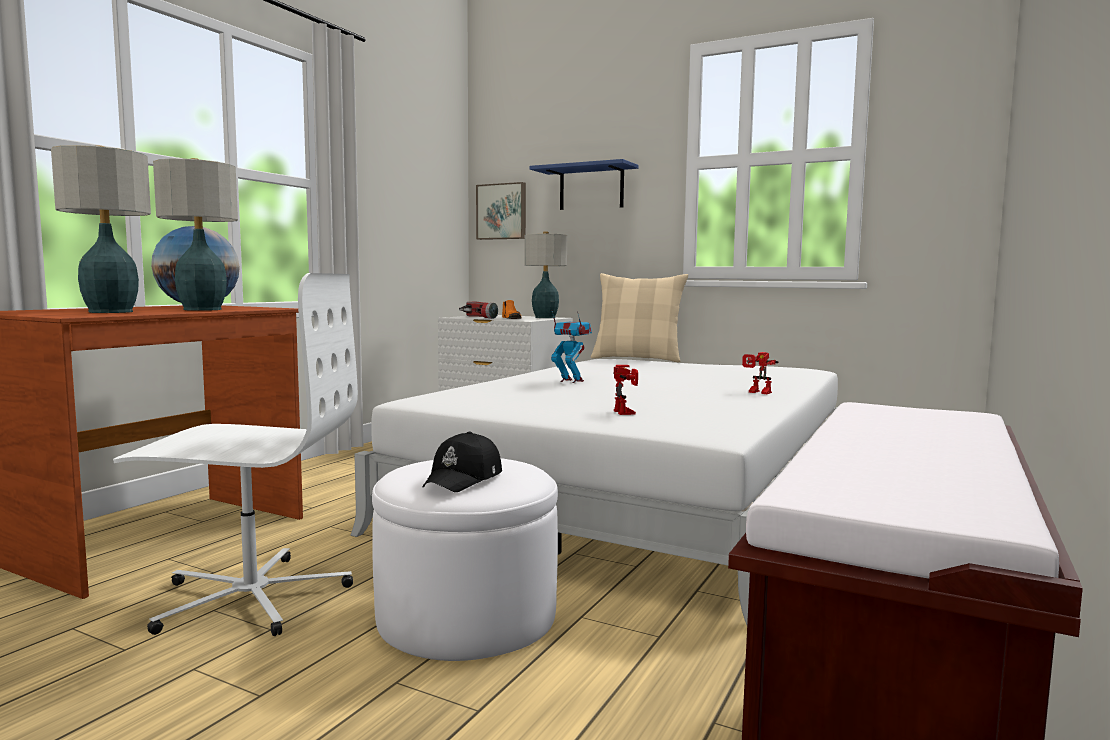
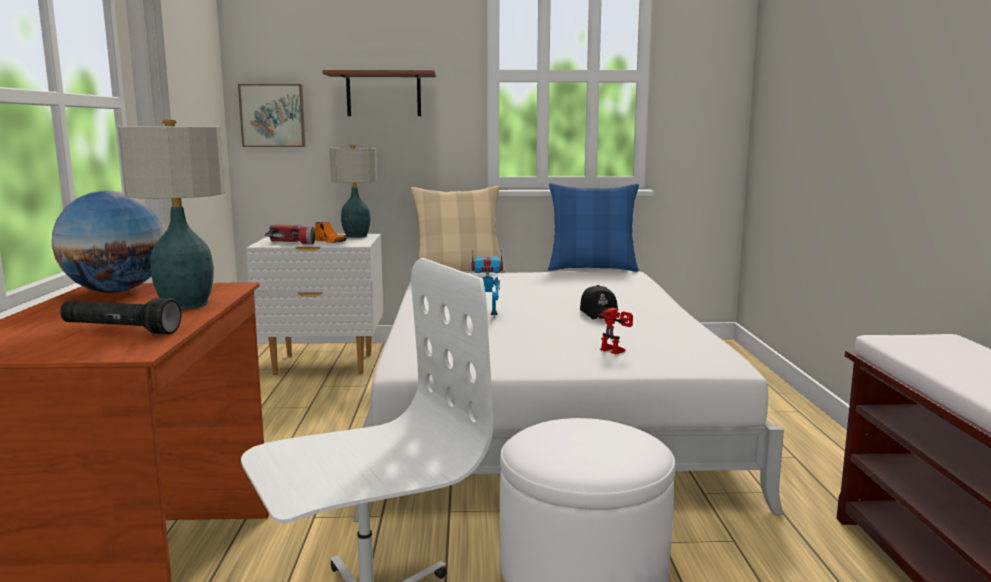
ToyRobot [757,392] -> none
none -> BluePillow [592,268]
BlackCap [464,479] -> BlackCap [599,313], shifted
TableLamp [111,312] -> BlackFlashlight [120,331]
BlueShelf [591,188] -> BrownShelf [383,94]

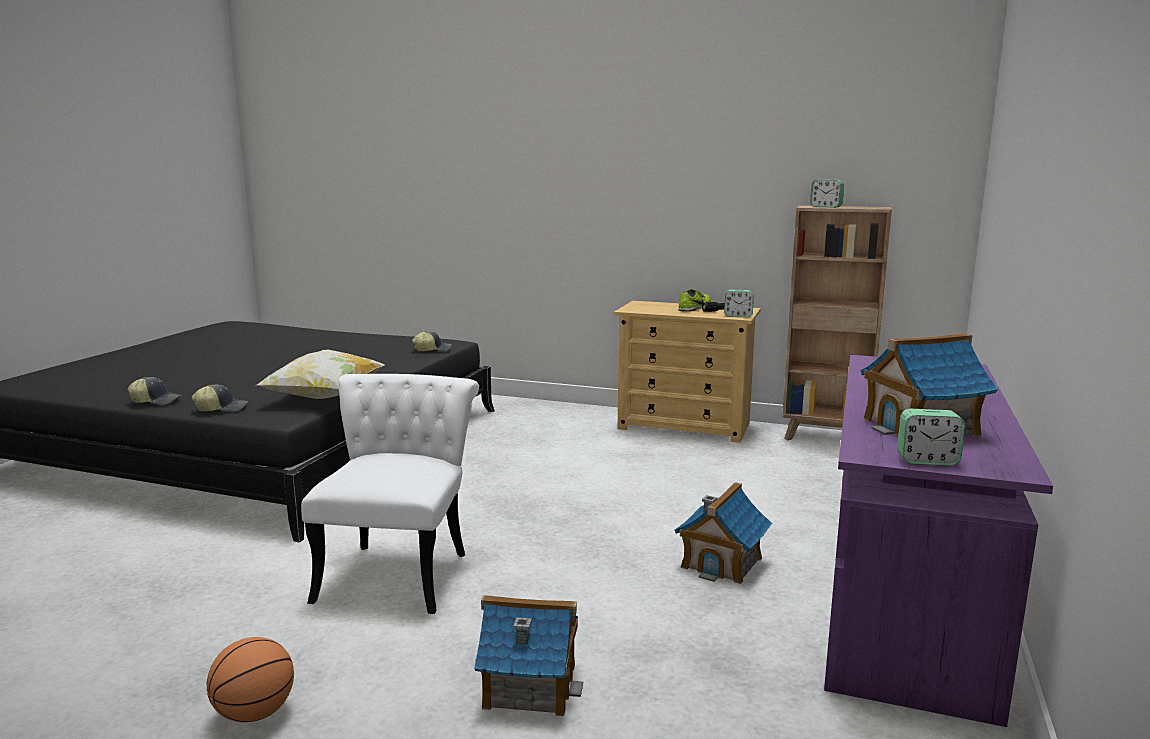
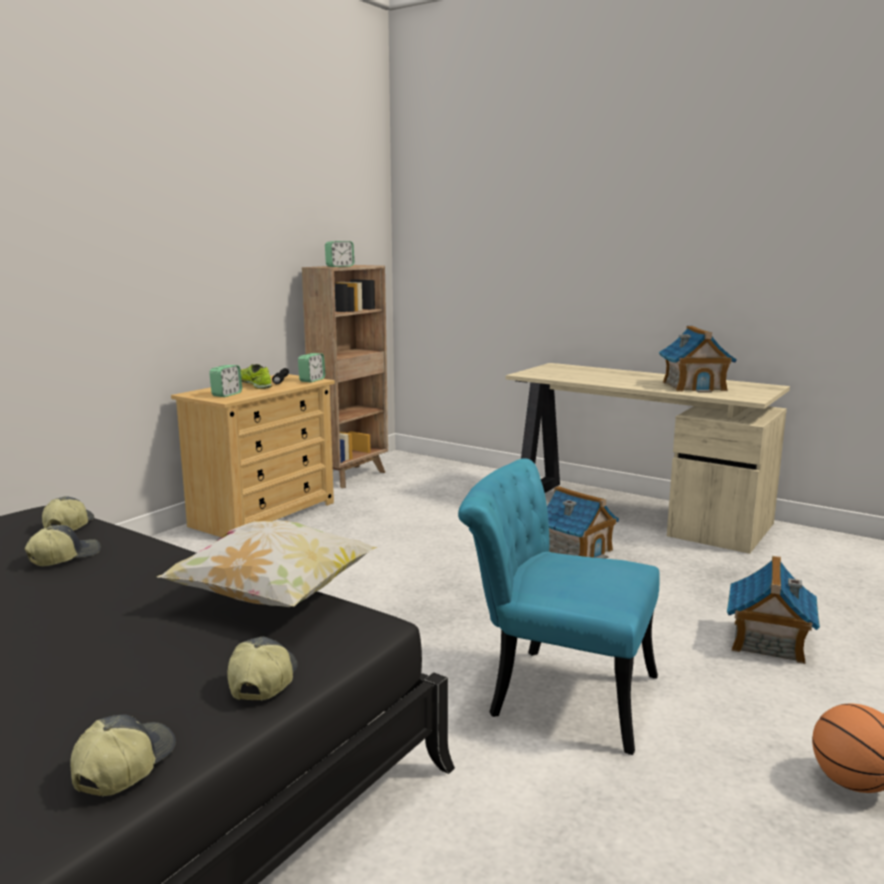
none -> Cap [64,557]
AlarmClock [927,461] -> AlarmClock [226,394], shifted
WhiteChair [399,569] -> TurquoiseChair [555,692]
PurpleDesk [906,595] -> BeigeDesk [634,512]

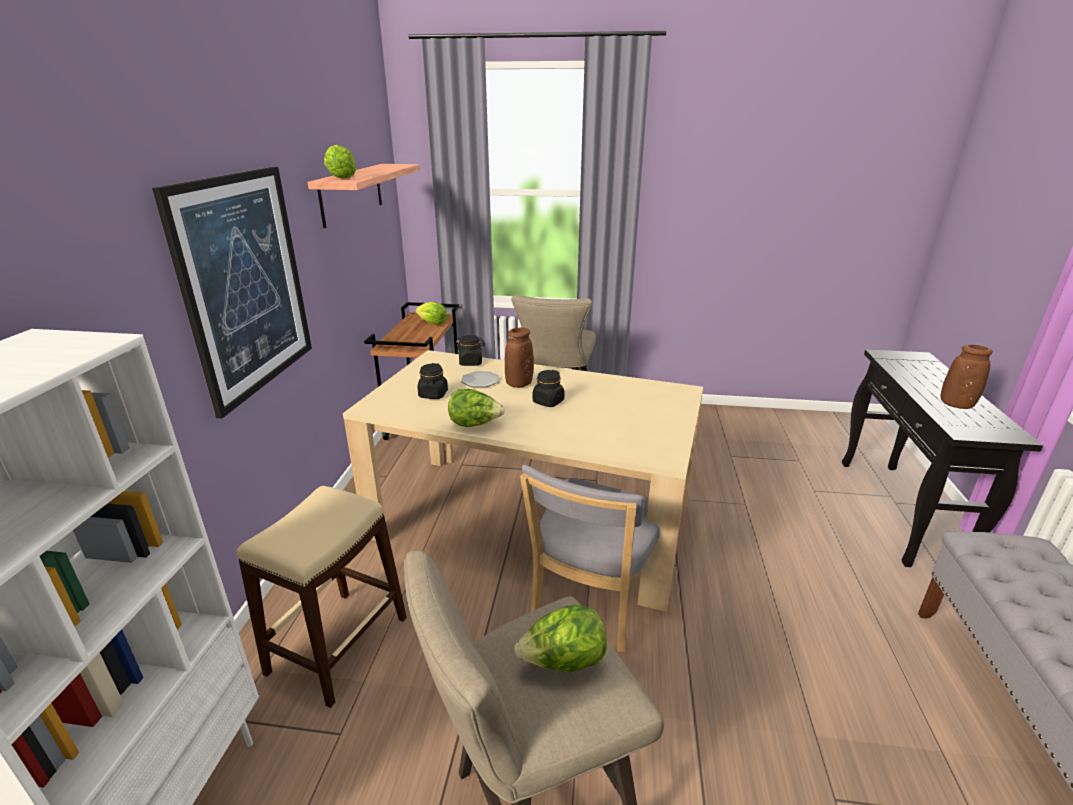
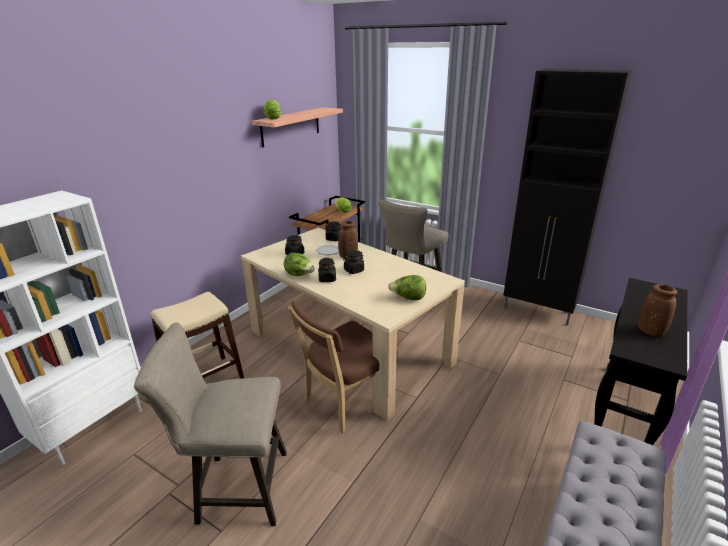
Picture [245,285] -> none
none -> BlackJar [327,279]
none -> BlackCabinet [539,311]
Lettuce [563,662] -> Lettuce [408,298], shifted
GreyChair [591,604] -> BrownChair [345,402]

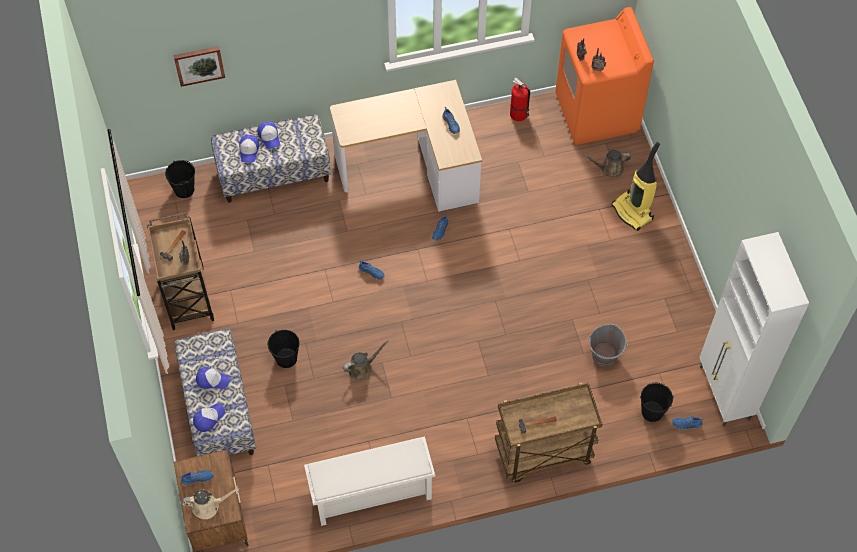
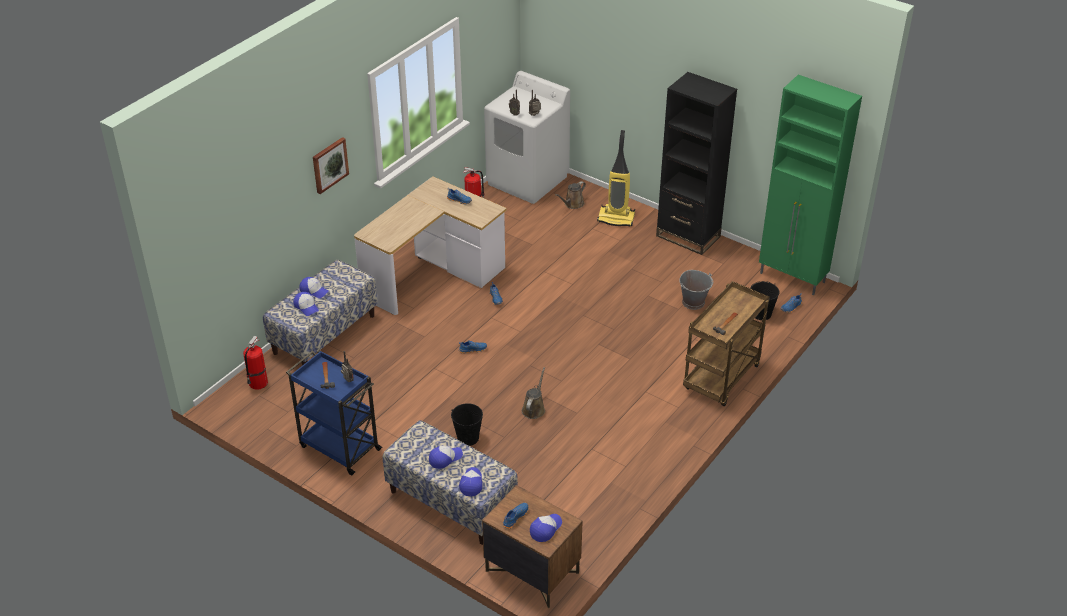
WhiteShoeRack [371,495] -> none
none -> BlackBookcase [688,236]
Picture [199,64] -> Picture [329,165], shifted
BlackBucket [184,189] -> FireExtinguisher [258,383]
BeigeWateringCan [208,506] -> Cap [545,529]
BrownCart [187,295] -> BlueCart [338,447]
OrangeWashingMachine [597,113] -> WhiteWashingMachine [528,180]
WhiteCabinet [724,394] -> GreenCabinet [793,278]

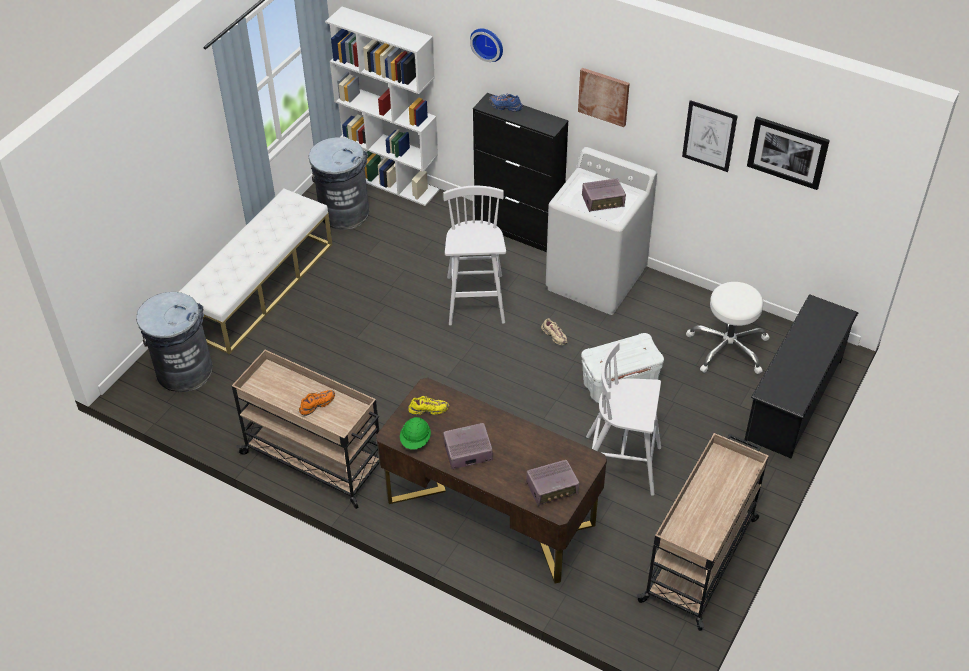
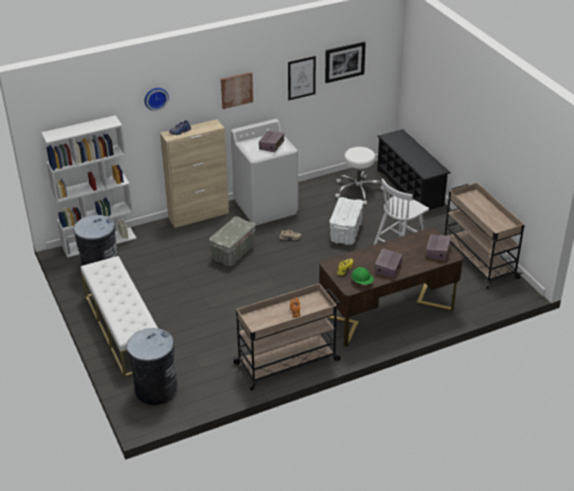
WhiteStool [475,301] -> GreyStorageBox [233,253]
BlackCabinet [519,231] -> BeigeCabinet [199,215]

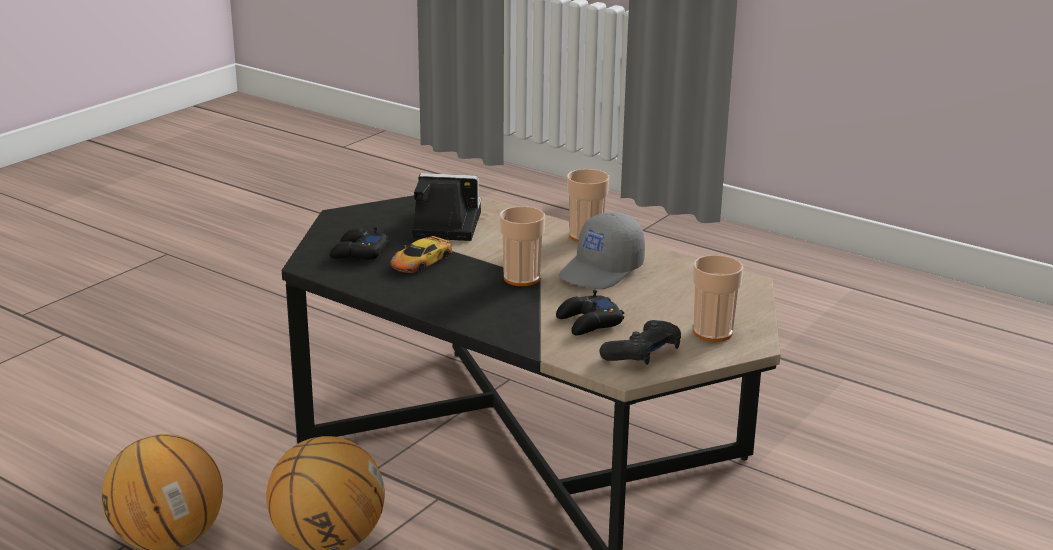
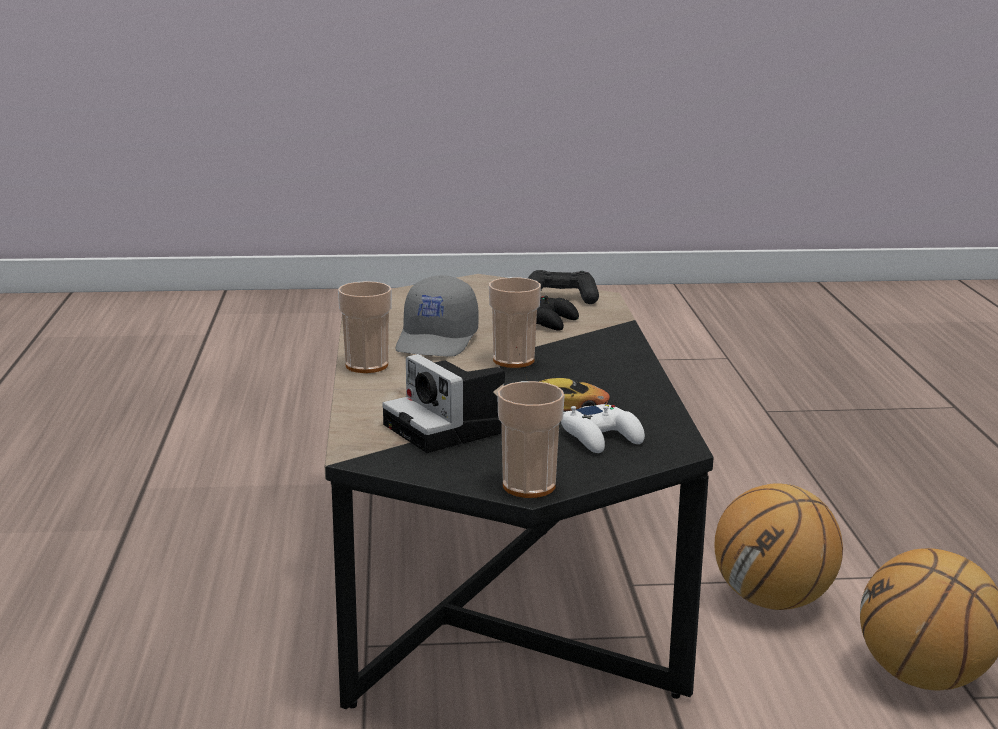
Cup [713,332] -> Cup [529,486], shifted
BlackGameController [359,253] -> WhiteGameController [602,437]
GreyCap [602,271] -> GreyCap [438,341], 105 degrees clockwise

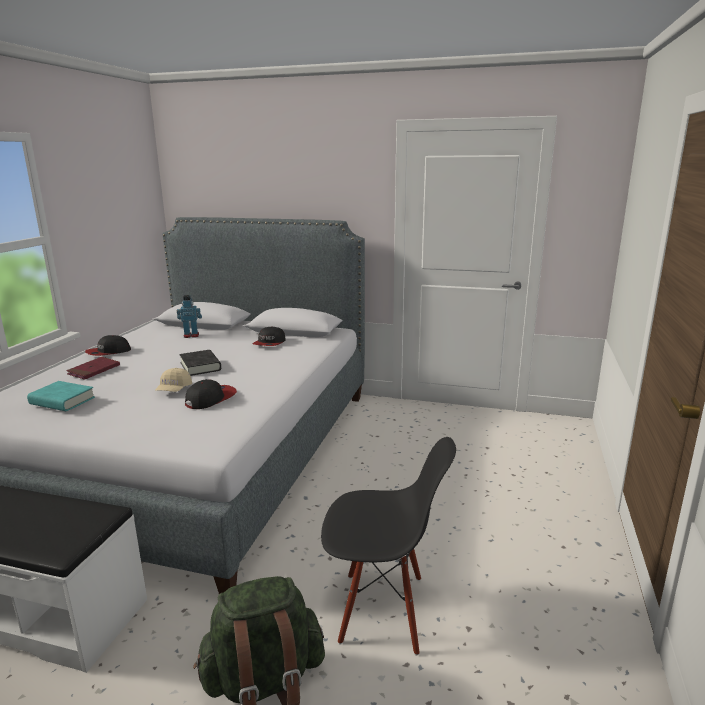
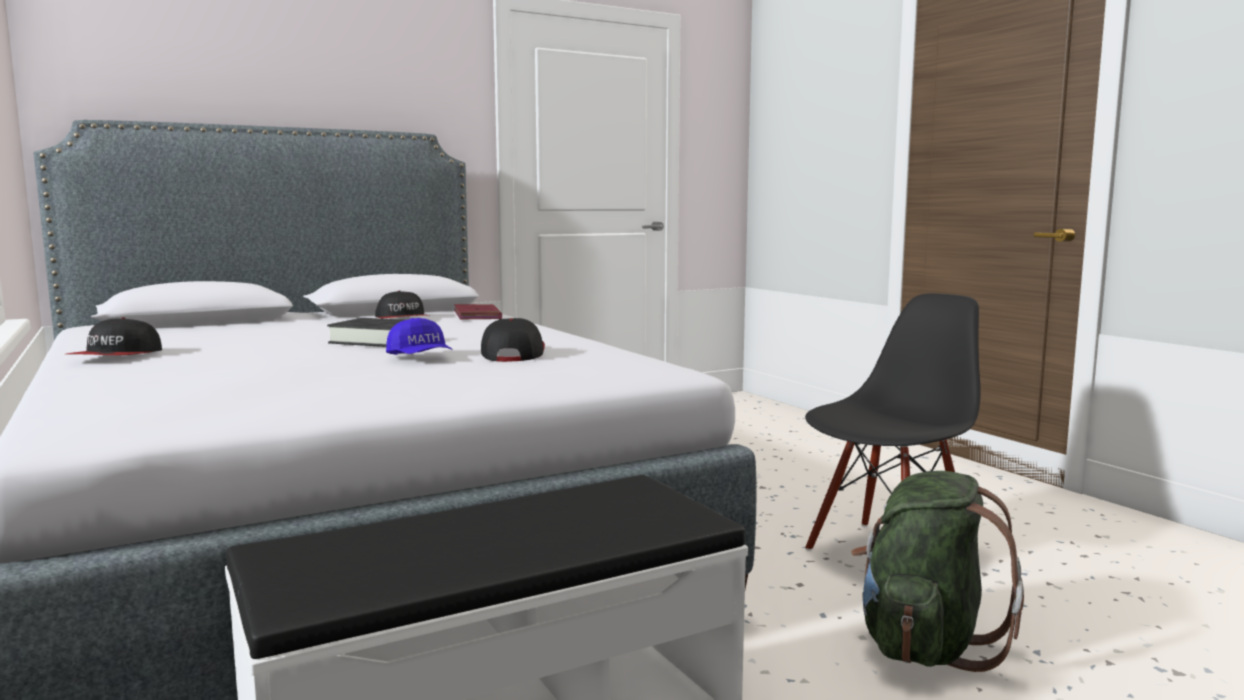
TurquoiseBook [62,401] -> none
ToyRobot [191,335] -> none
RedBook [94,370] -> RedBook [477,316], shifted
BeigeCap [174,390] -> BlueCap [420,358]

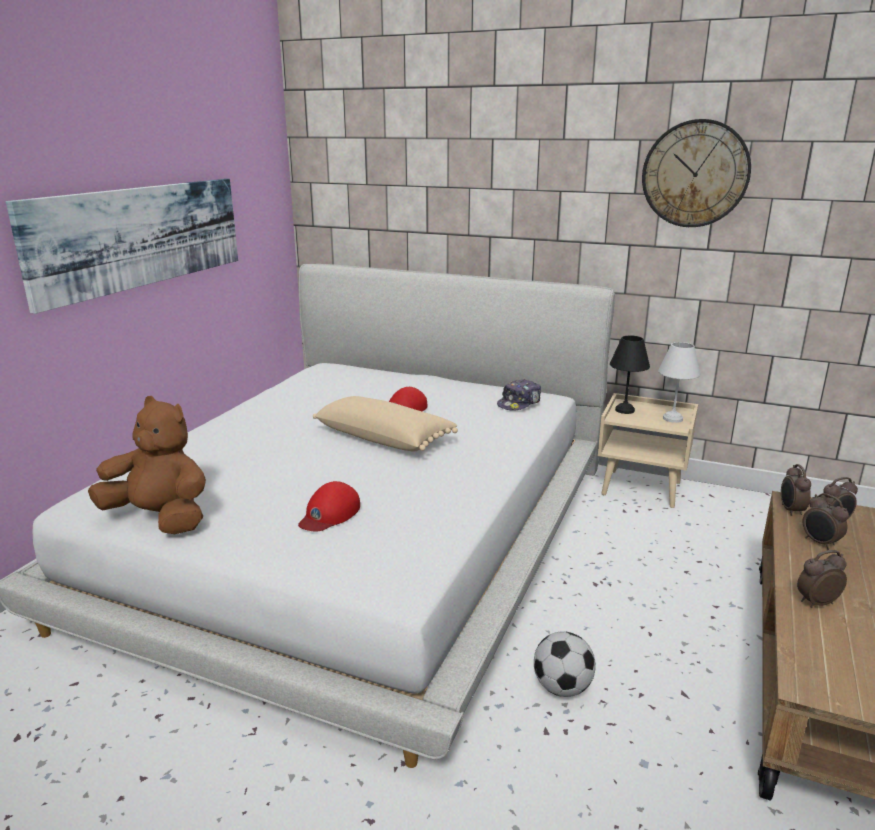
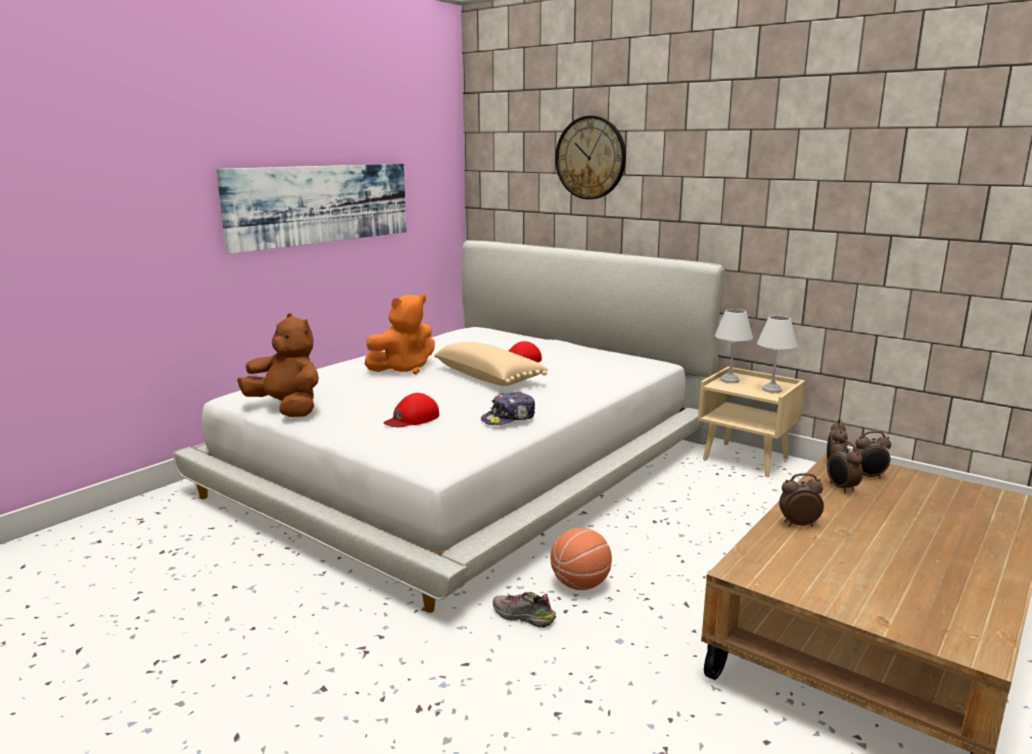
none -> OrangePlushToy [403,368]
none -> Shoe [522,617]
Cap [519,403] -> Cap [509,418], shifted
WallClock [695,174] -> WallClock [590,158], shifted
Football [562,687] -> Basketball [580,584]
BlackTableLamp [624,410] -> WhiteTableLamp [729,380]

